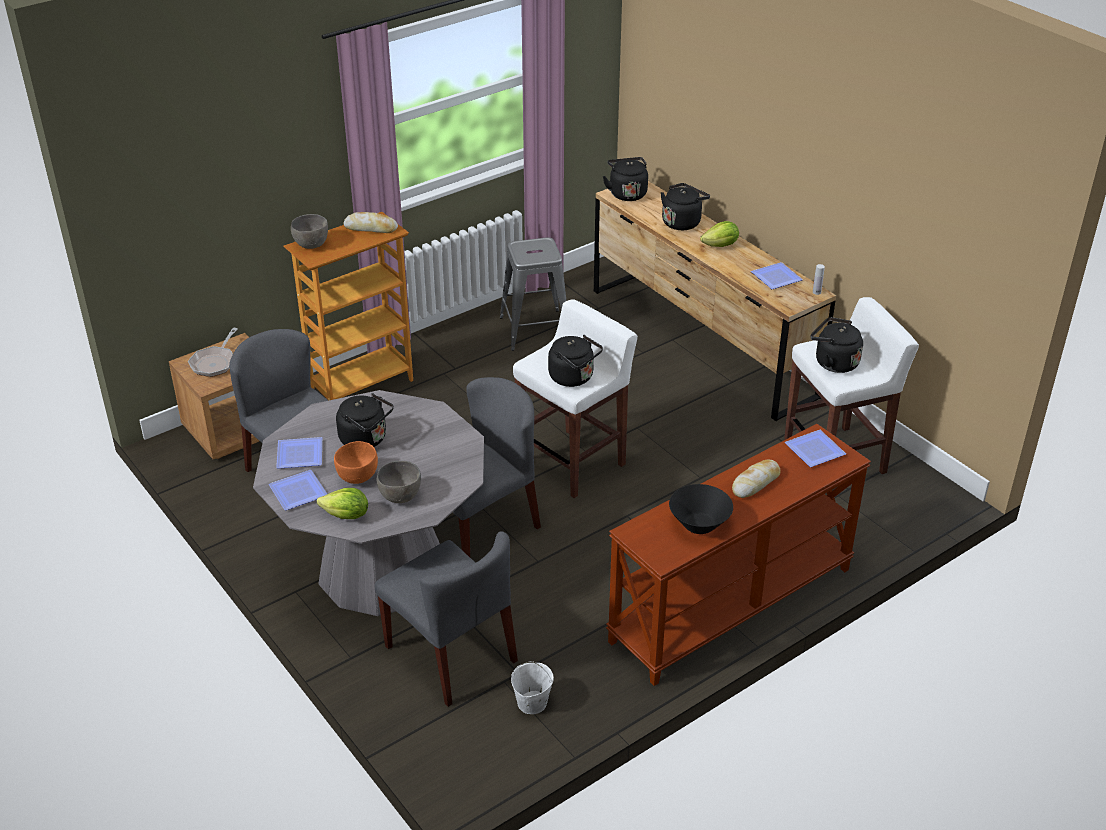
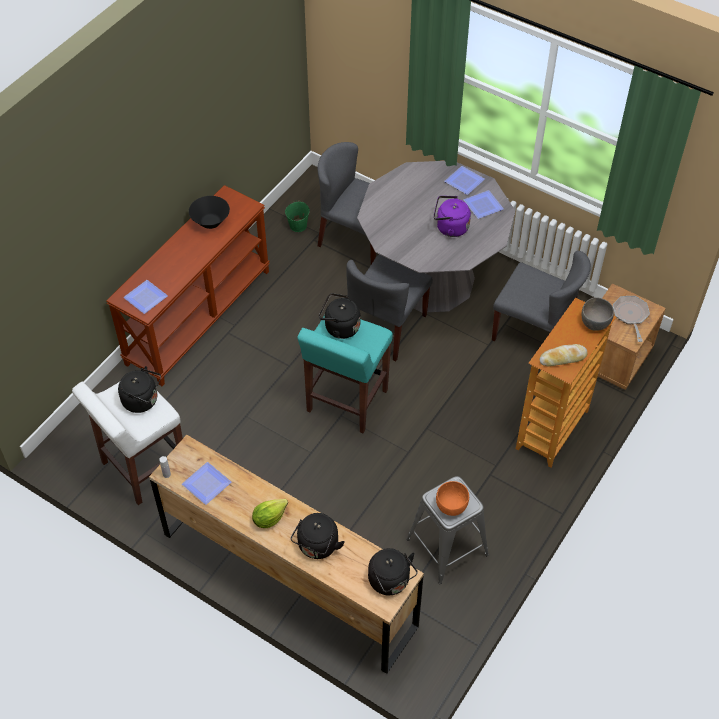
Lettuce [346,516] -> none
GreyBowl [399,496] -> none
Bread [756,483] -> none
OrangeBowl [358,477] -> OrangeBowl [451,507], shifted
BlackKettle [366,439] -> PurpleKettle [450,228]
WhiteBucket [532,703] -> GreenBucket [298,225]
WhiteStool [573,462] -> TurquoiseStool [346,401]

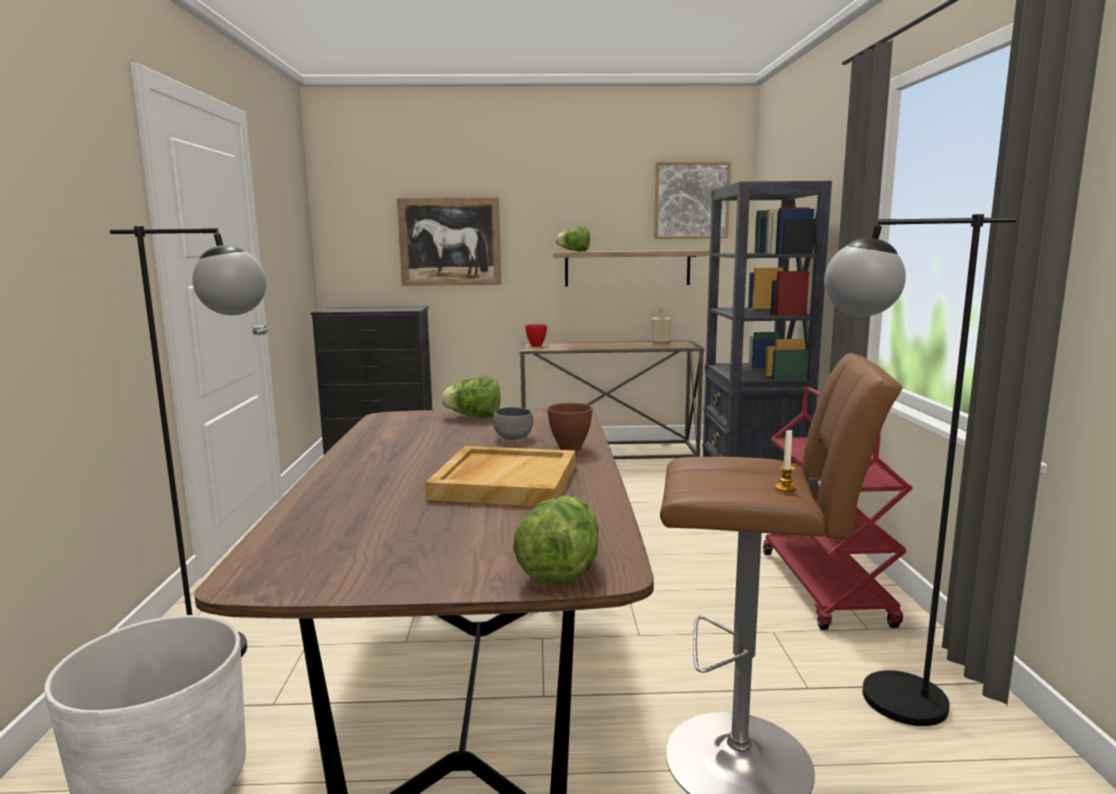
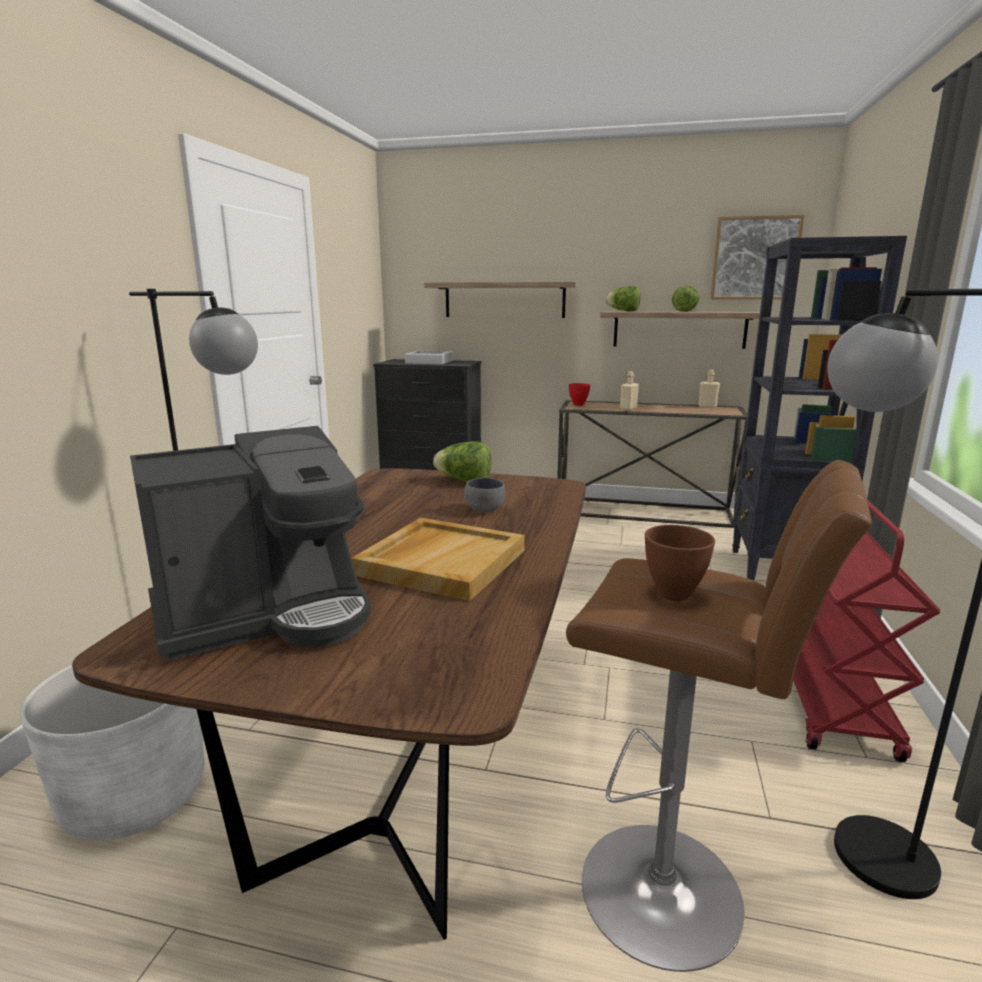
Candle [785,488] -> none
none -> CoffeeMachine [267,614]
none -> GreyTray [429,362]
none -> BeigeBottle [628,408]
Lettuce [561,569] -> Lettuce [685,311], shifted
BrownBowl [571,449] -> BrownBowl [675,594], shifted
Picture [450,242] -> Shelf [504,300]

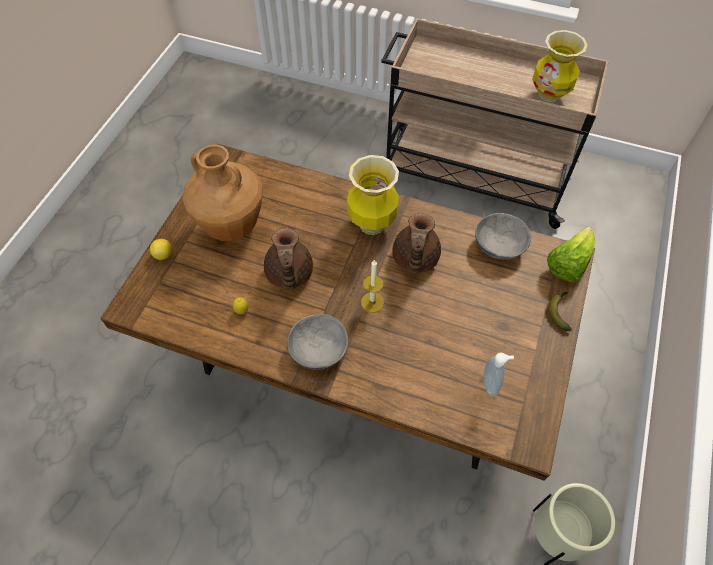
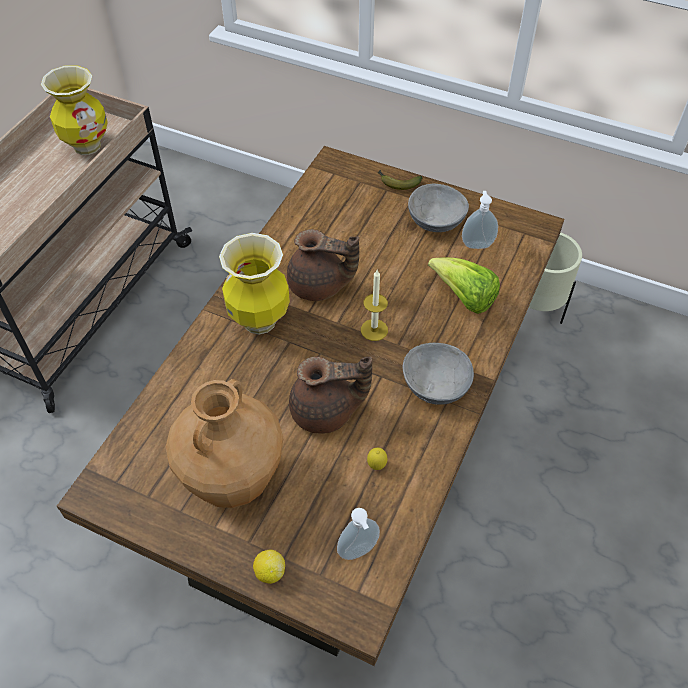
none -> SoapDispenser [359,552]
GreyBowl [498,245] -> GreyBowl [435,220], shifted
Lettuce [568,264] -> Lettuce [464,298], shifted

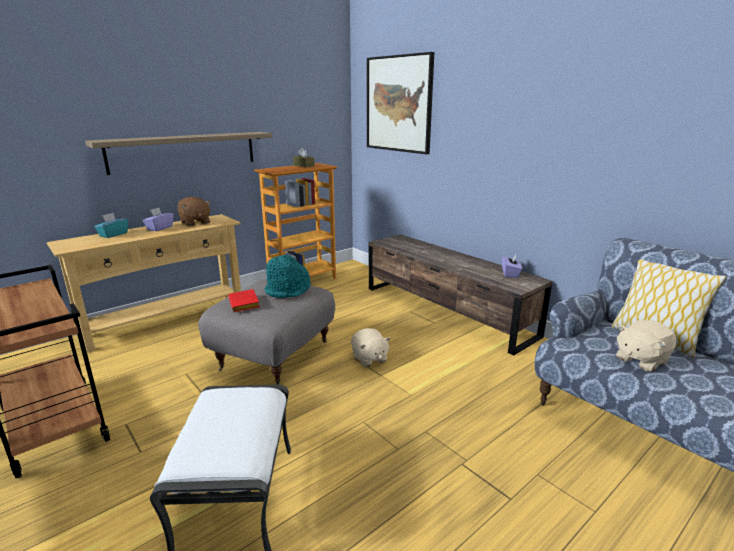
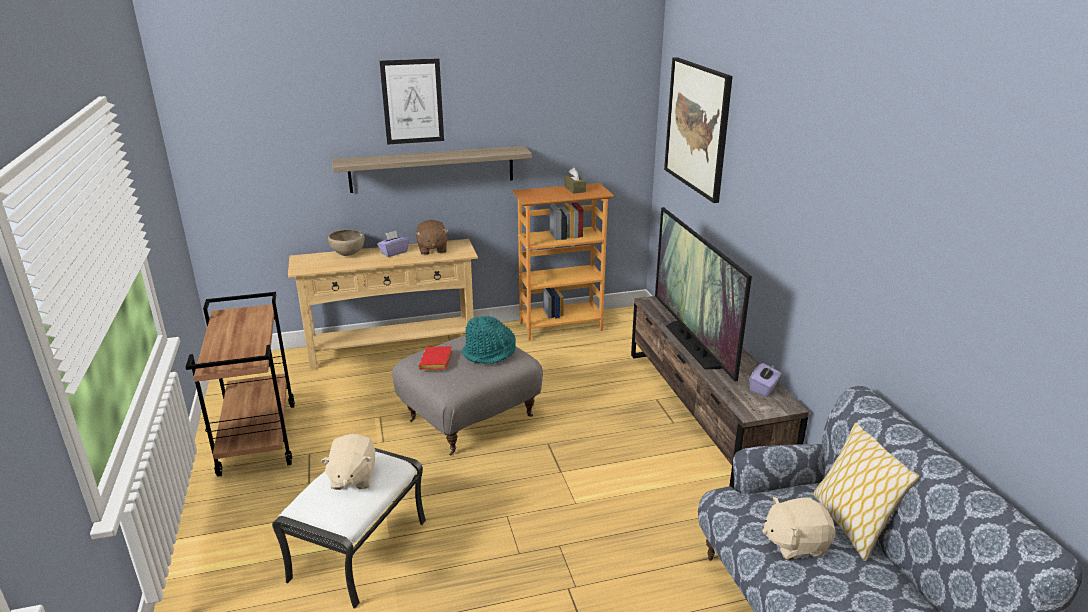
none -> Picture [412,101]
none -> Television [693,345]
BeigePlushToy [369,358] -> BeigePlushToy [352,477], shifted
TurquoiseTissueBox [113,234] -> BrownBowl [348,255]

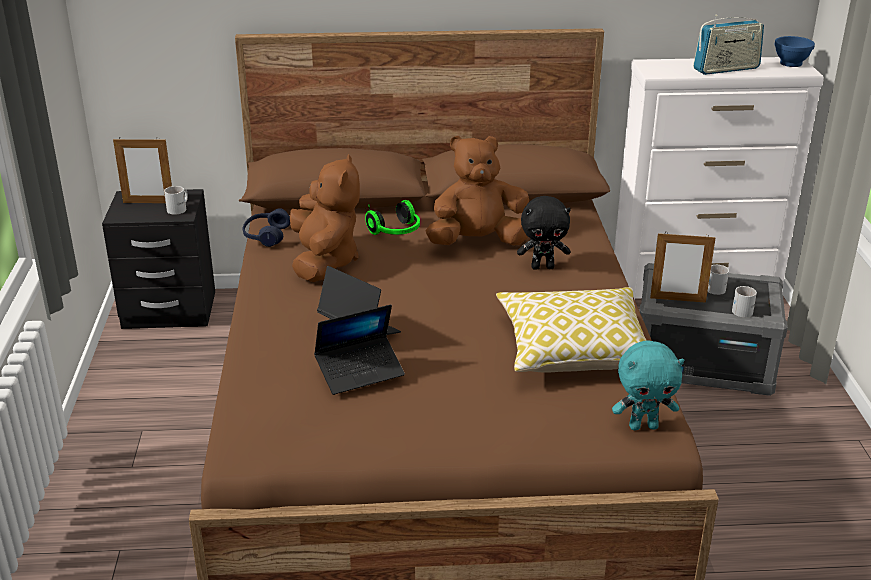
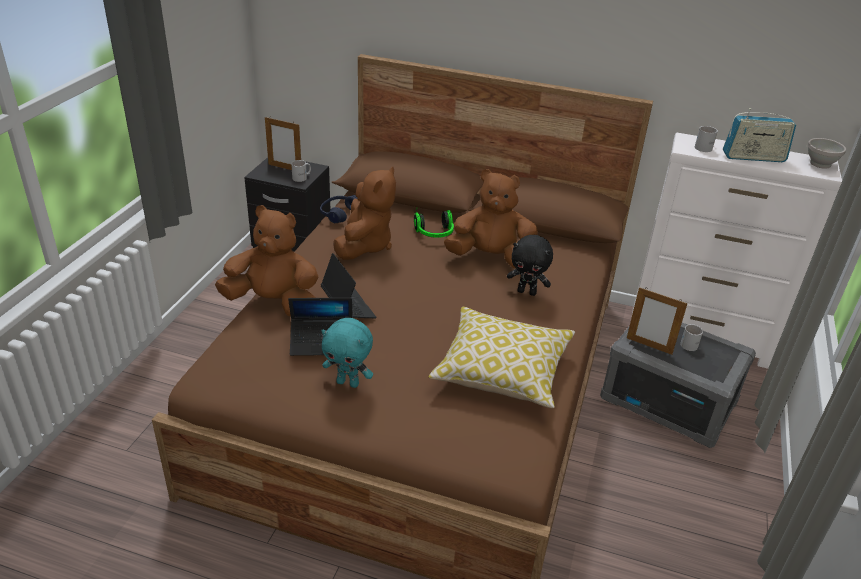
none -> BrownPlushToy [273,302]
TurquoisePlushToy [643,426] -> TurquoisePlushToy [348,383], shifted
WhiteMug [744,310] -> WhiteMug [705,147], shifted
BlueBowl [790,63] -> WhiteBowl [820,164]

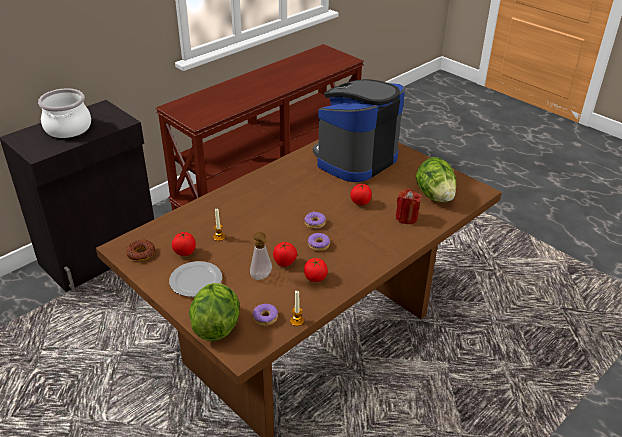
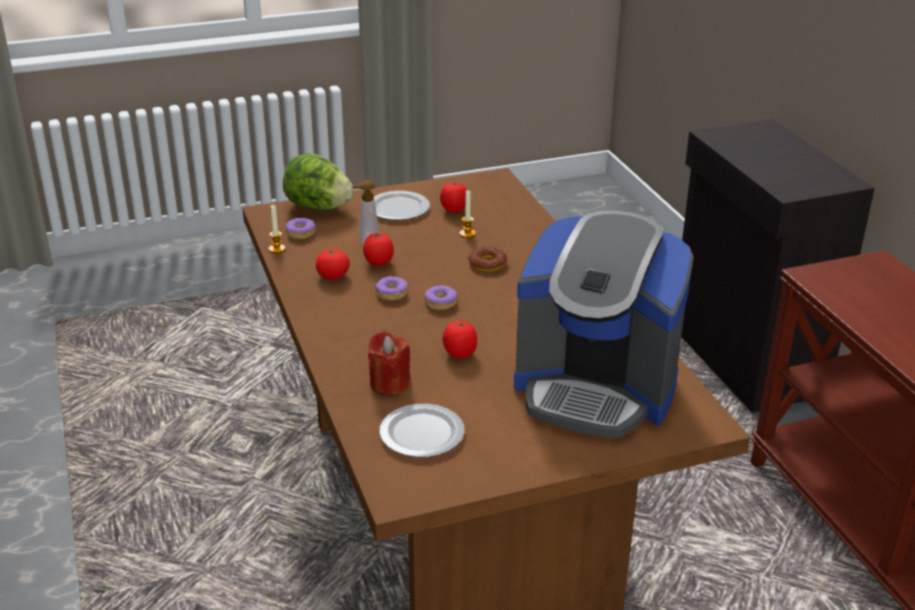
CookingPot [68,128] -> none
Donut [141,253] -> Donut [487,263], shifted
Lettuce [435,196] -> Plate [422,435]
CoffeeMachine [355,159] -> CoffeeMachine [595,389], 135 degrees clockwise

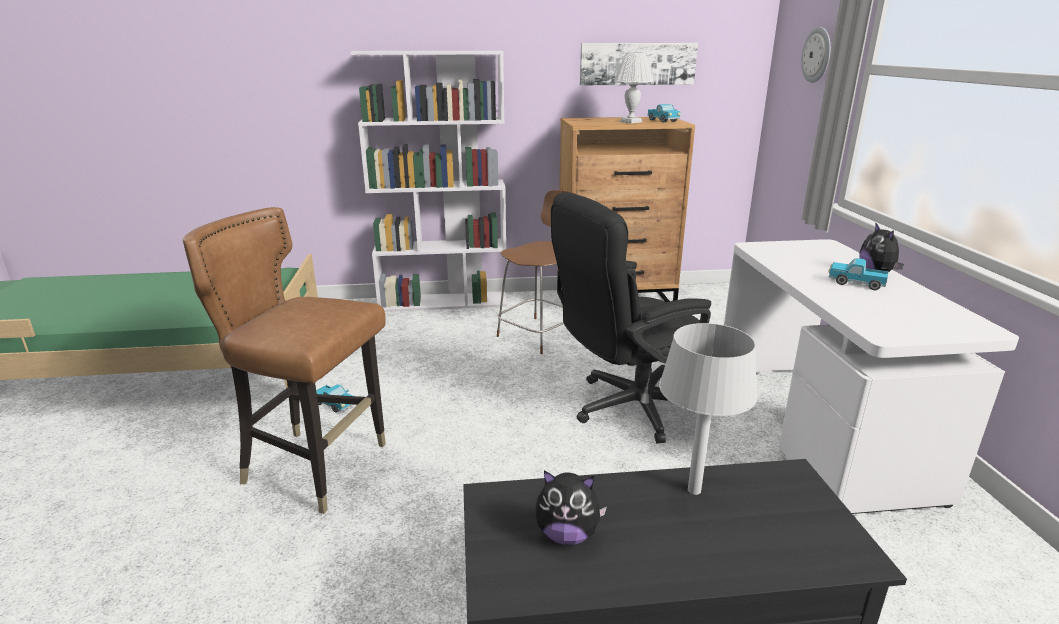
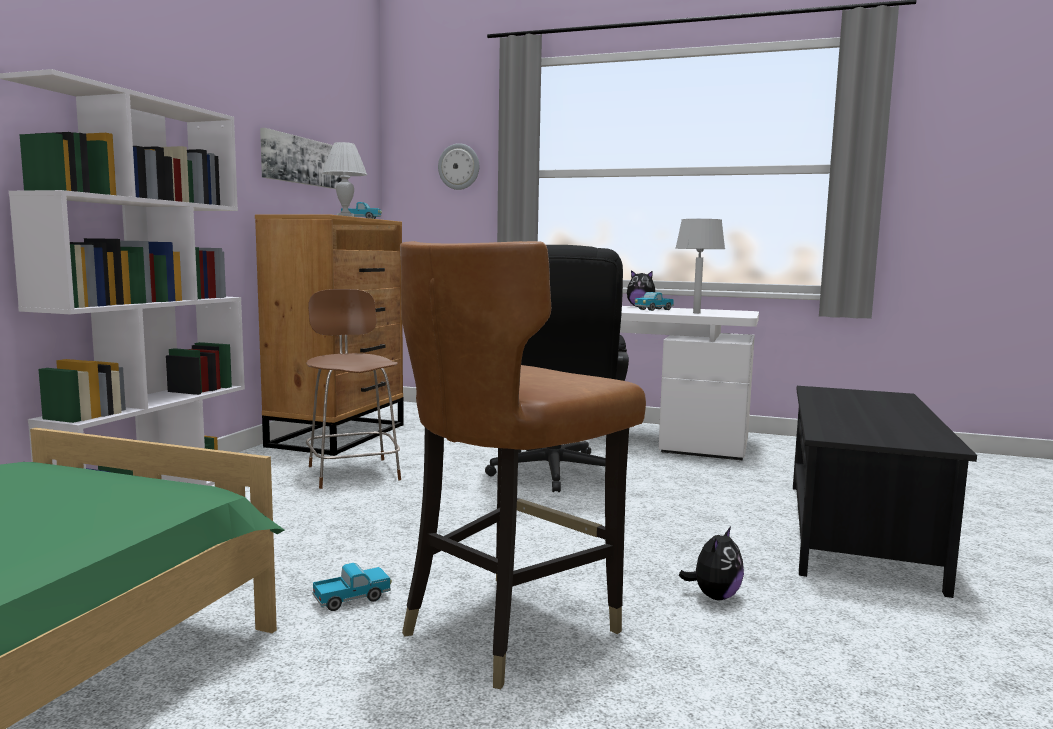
PlushToy [567,535] -> PlushToy [714,596], shifted
GreyTableLamp [693,489] -> GreyTableLamp [696,313], shifted

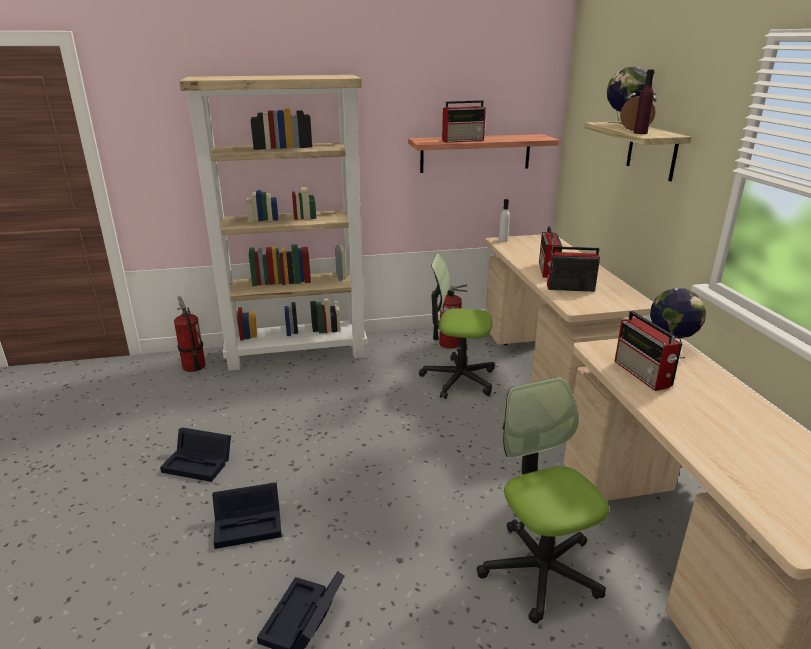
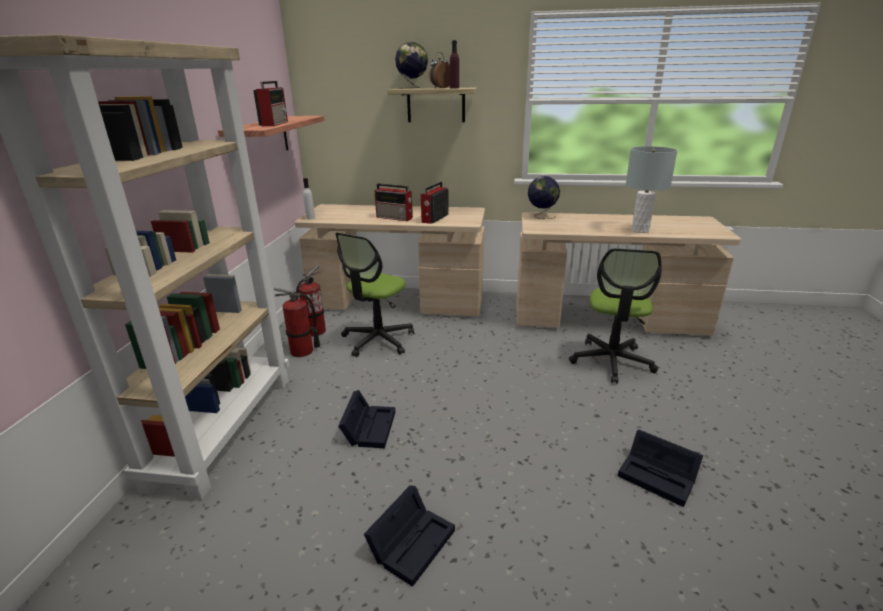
Radio [643,374] -> none
none -> GreyTableLamp [640,230]
FireExtinguisher [193,366] -> FireExtinguisher [302,351], shifted
BlackStorageBox [250,524] -> BlackStorageBox [369,427], shifted
OfficeChair [540,570] -> OfficeChair [611,361], 75 degrees counterclockwise

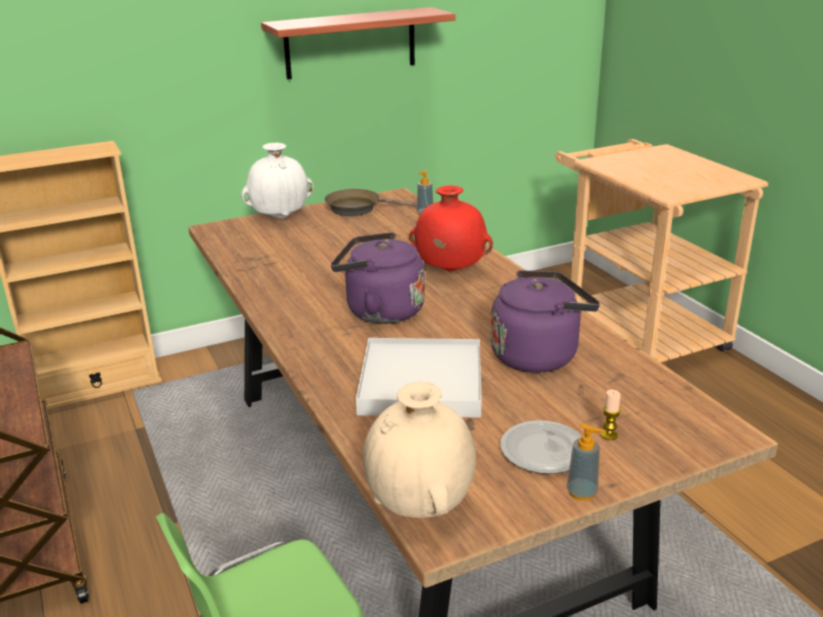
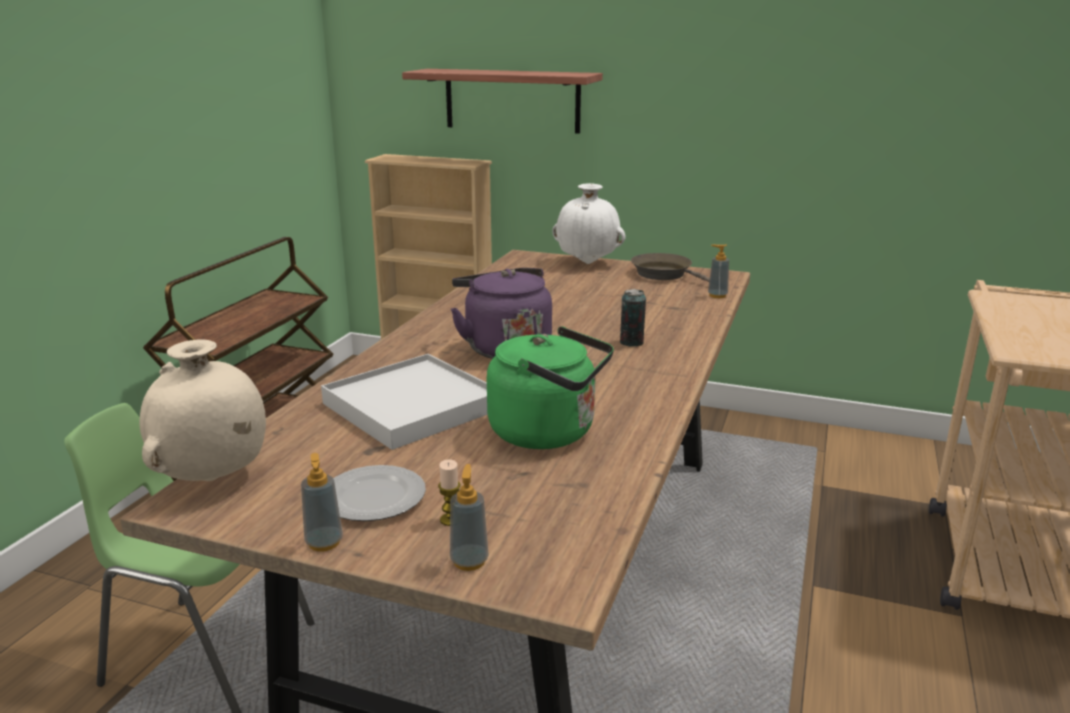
none -> SoapDispenser [469,561]
Shelf [350,43] -> Shelf [512,100], shifted
RedVase [449,271] -> Can [631,343]
PurpleKettle [538,355] -> GreenKettle [549,433]

